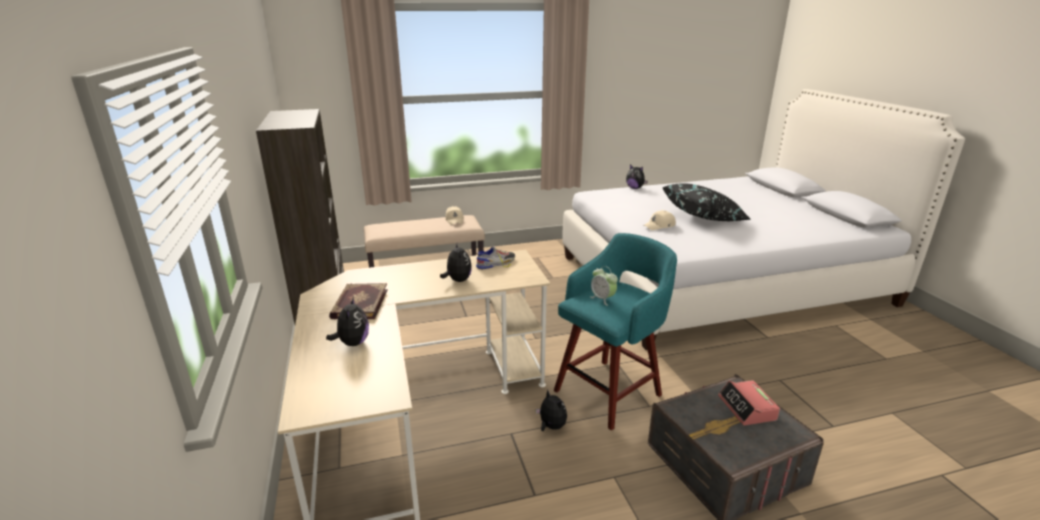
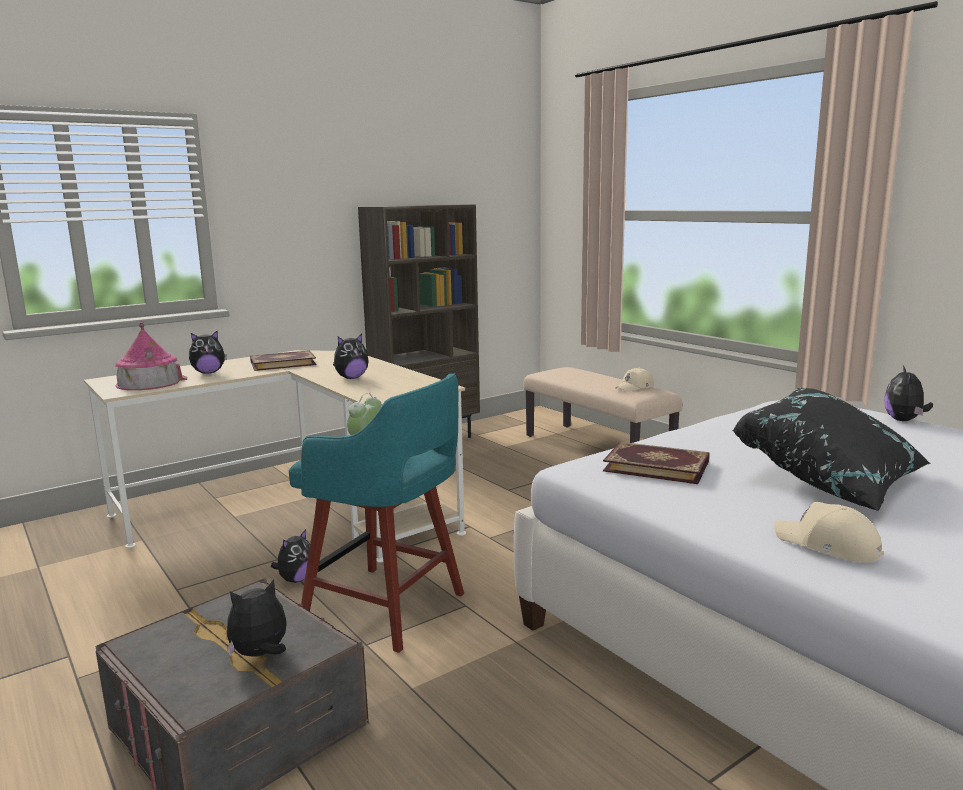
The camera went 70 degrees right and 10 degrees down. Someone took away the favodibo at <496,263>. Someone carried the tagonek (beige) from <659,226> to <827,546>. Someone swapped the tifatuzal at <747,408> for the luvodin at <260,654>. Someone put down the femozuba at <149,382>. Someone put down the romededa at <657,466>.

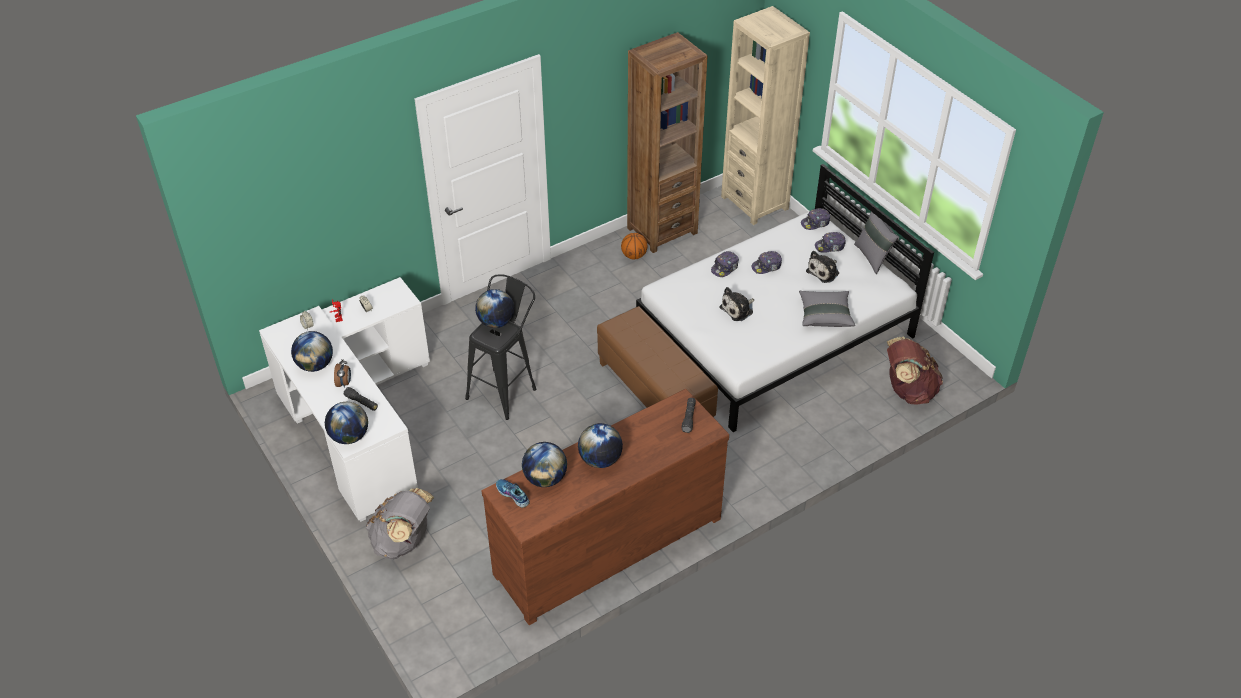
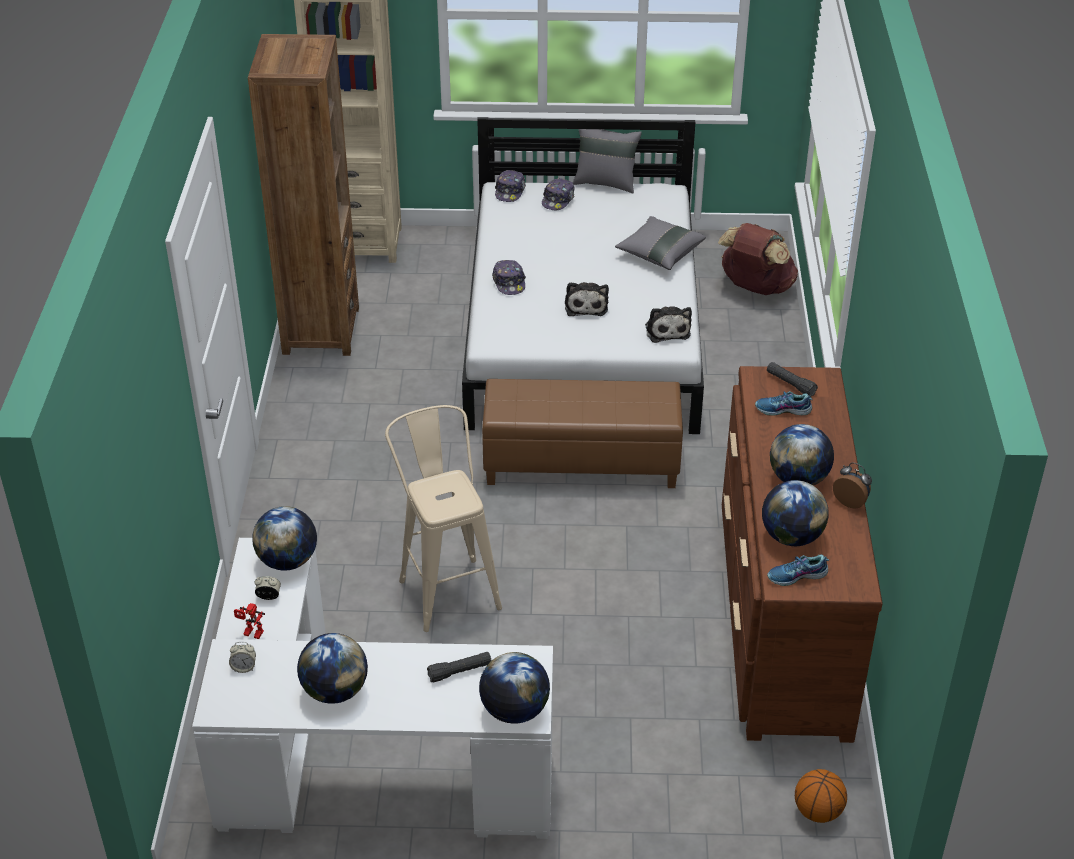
The camera went 55 degrees left and 5 degrees down. Someone carried the tifatuzal from <344,383> to <851,501>. Someone took away the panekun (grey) at <403,541>. Someone repainted the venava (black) at <506,389>, which became the venava (beige) at <446,587>. Someone carried the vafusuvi from <496,322> to <288,561>. Someone carried the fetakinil from <634,256> to <818,812>. Someone took away the tagonek at <767,266>. Someone carried the luvodin from <824,272> to <667,330>. Someone put down the favodibo at <783,410>.

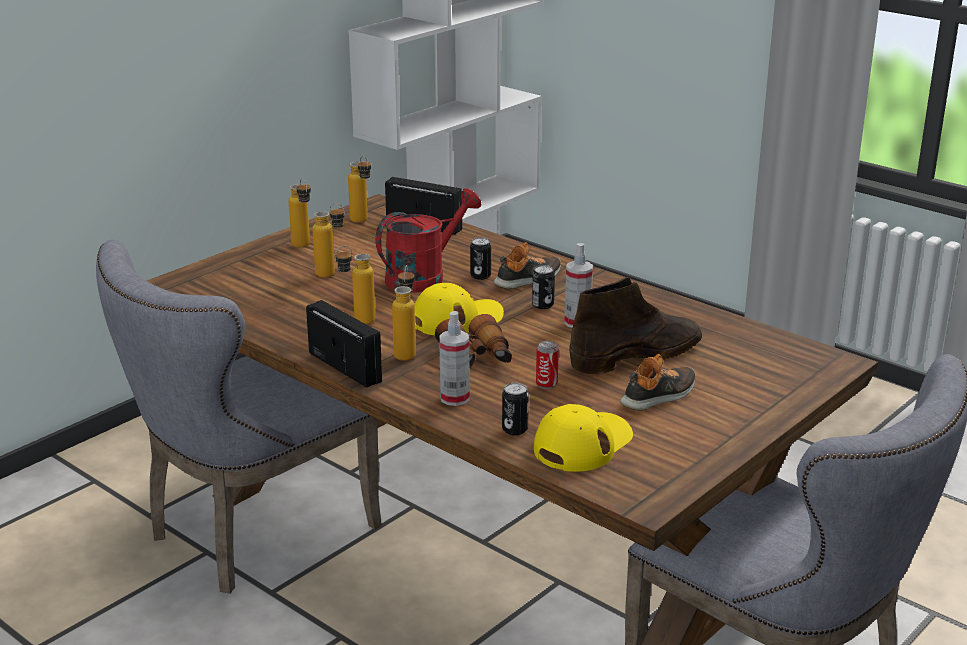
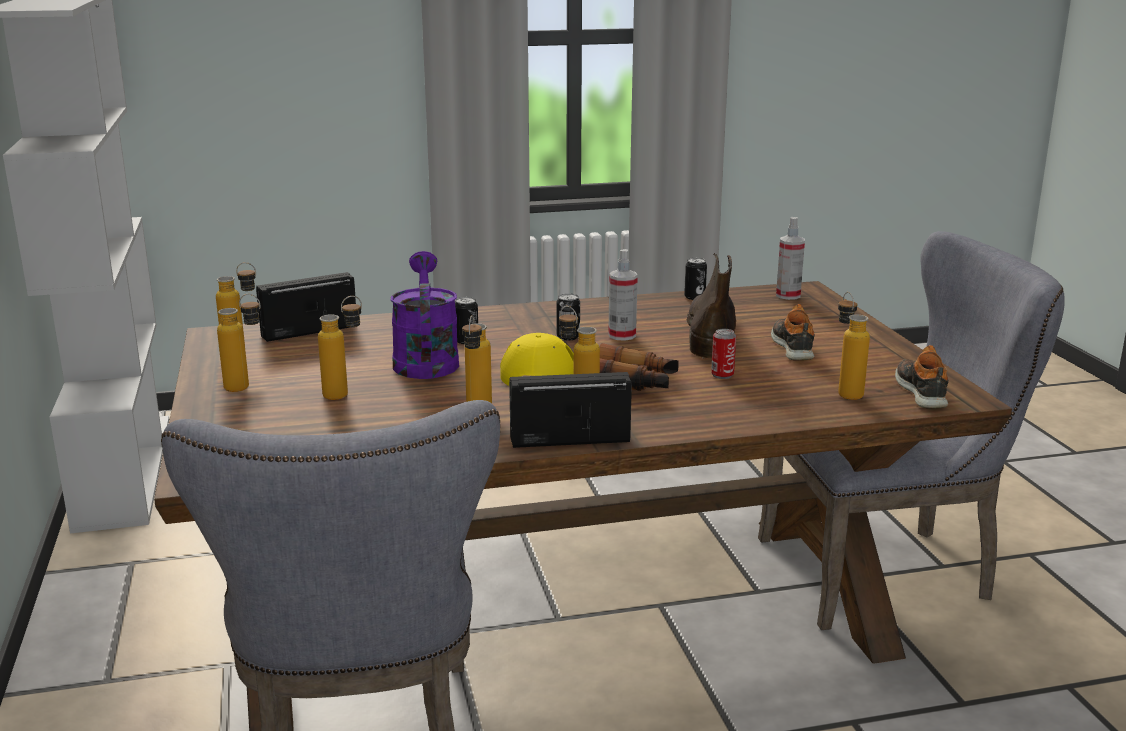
The camera went 55 degrees left and 5 degrees down. Someone repainted the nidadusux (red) at <423,276>, which became the nidadusux (purple) at <425,360>. Someone carried the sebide from <454,398> to <788,295>. Someone carried the favodibo from <528,279> to <922,392>. Someone carried the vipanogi from <515,429> to <694,297>. Someone swapped the tagonek (yellow) at <583,444> for the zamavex at <845,392>.

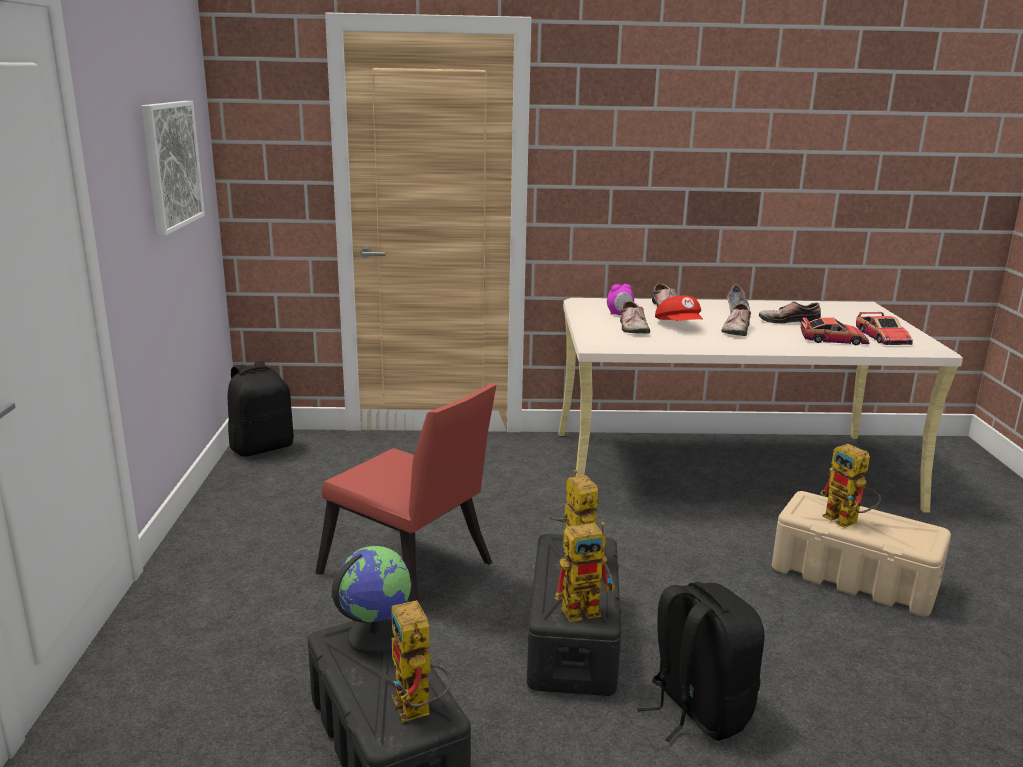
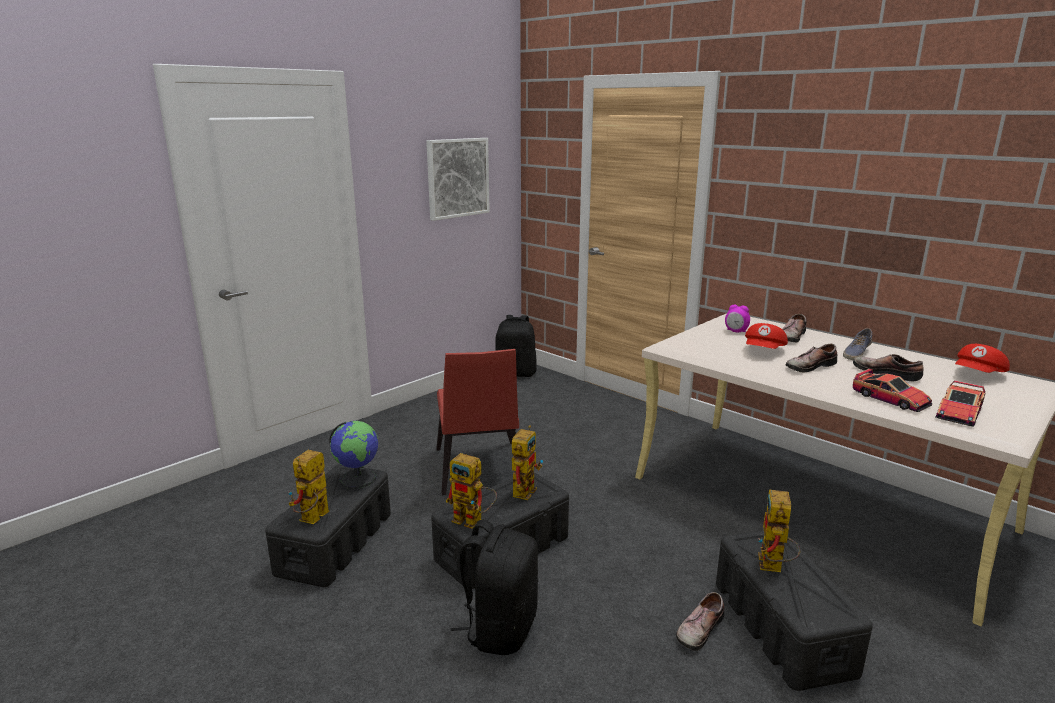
The camera went 45 degrees right and 0 degrees up. Someone carried the favodibo from <632,328> to <698,628>. Someone repainted the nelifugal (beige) at <855,577>, which became the nelifugal (black) at <782,628>. Someone put down the tagonek (red) at <978,375>.

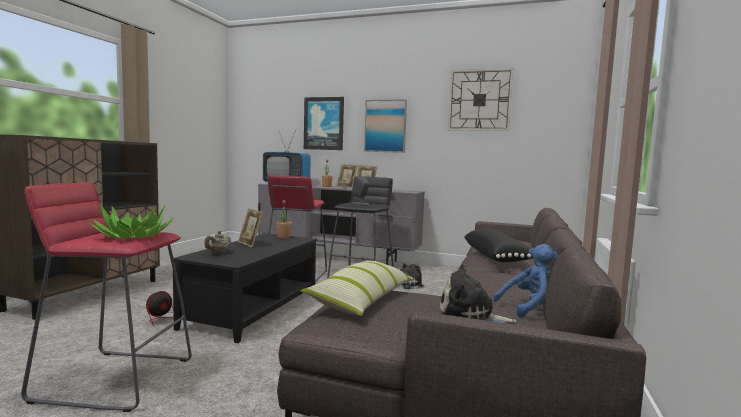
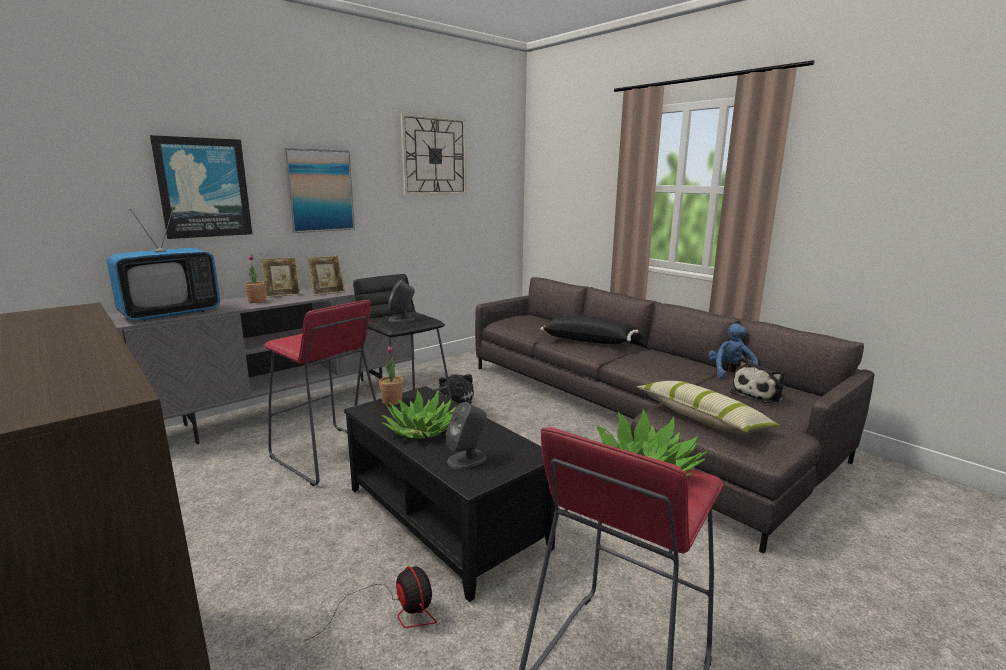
The camera went 60 degrees left and 10 degrees up. Someone swapped the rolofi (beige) at <218,253> for the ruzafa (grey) at <467,459>. Someone swapped the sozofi at <250,244> for the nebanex at <421,430>.

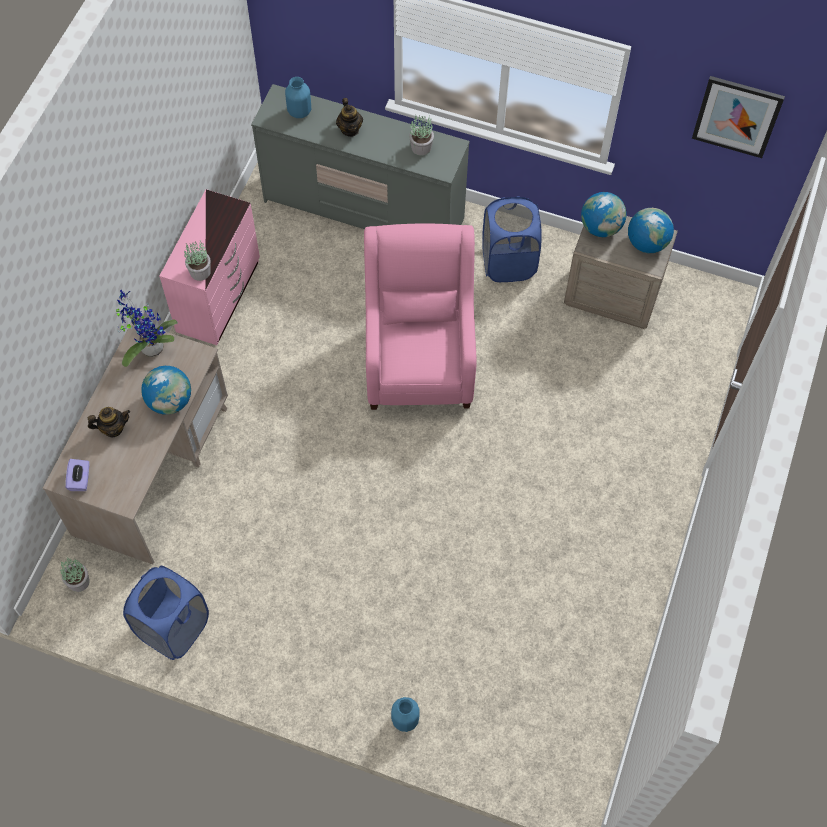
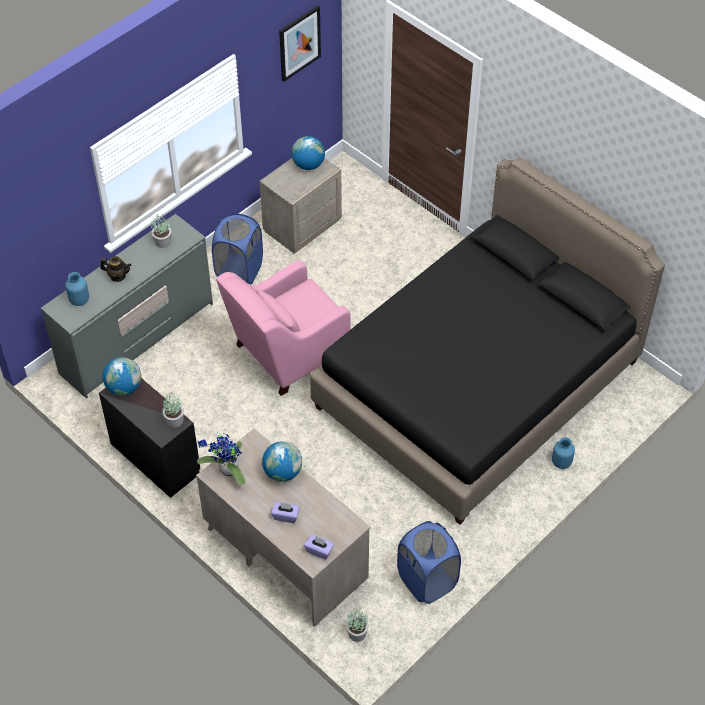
The camera went 65 degrees left and 10 degrees down. Someone swapped the rolofi at <113,428> for the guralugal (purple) at <286,516>. Someone repainted the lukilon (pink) at <220,296>, which became the lukilon (black) at <155,457>. Someone rotated the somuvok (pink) at <419,359> by 60 degrees counterclockwise. Someone carried the vafusuvi from <601,227> to <124,387>. Someone put down the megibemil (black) at <477,384>.

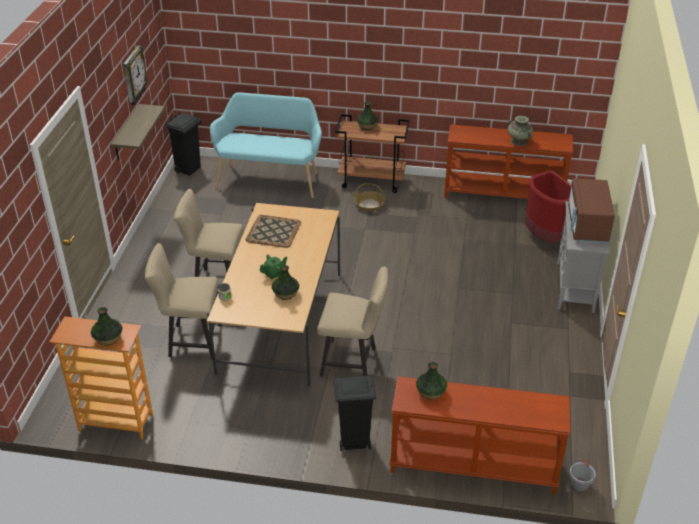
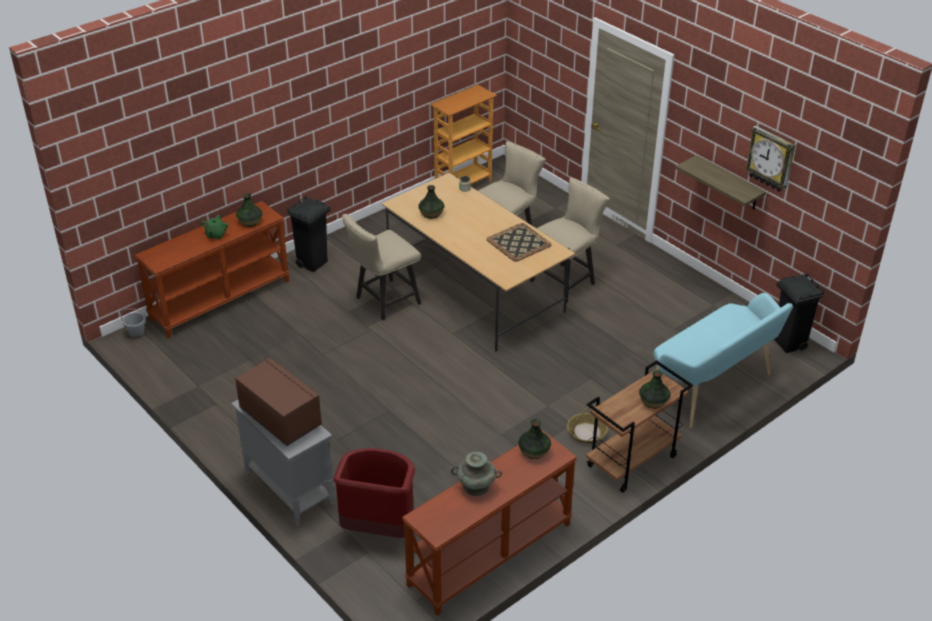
The camera went 130 degrees right and 0 degrees up. Someone carried the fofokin from <108,338> to <534,451>. Someone carried the rolofi (green) from <274,274> to <216,235>.

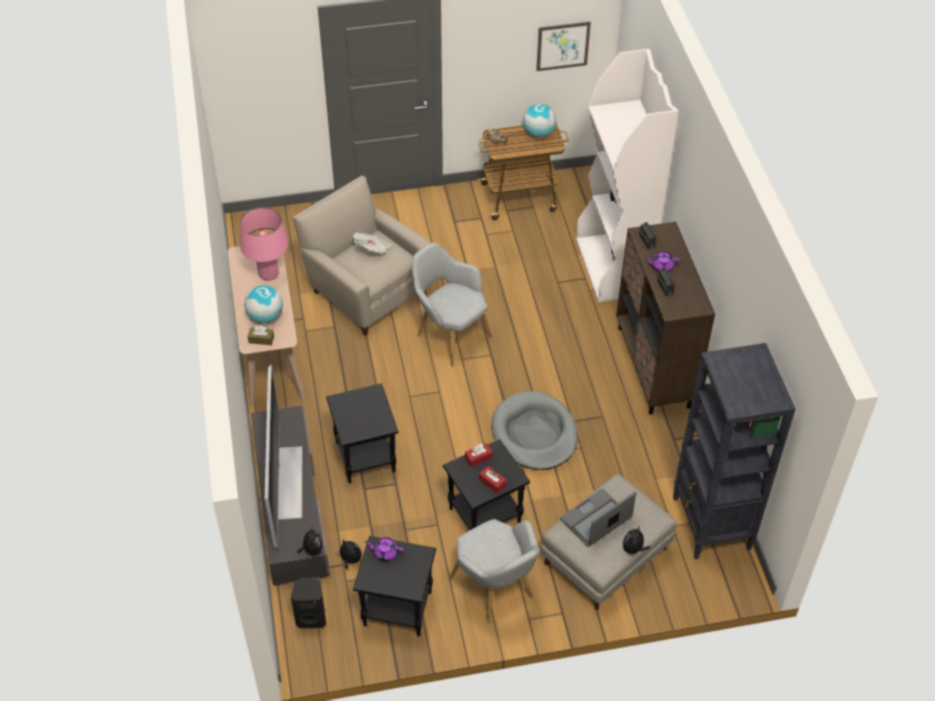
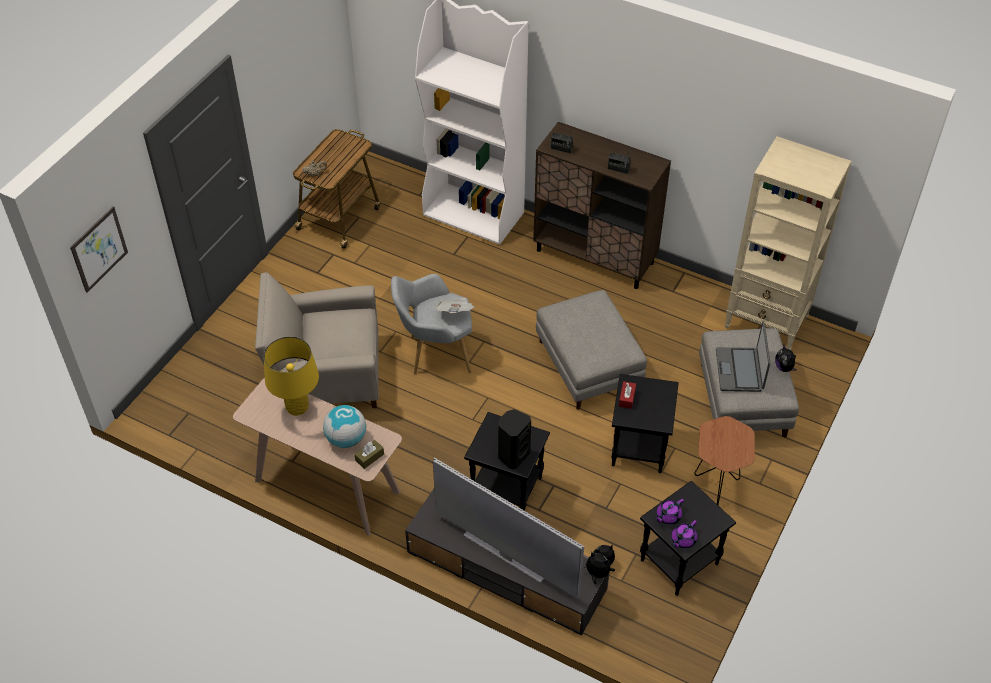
The camera went 50 degrees left and 0 degrees up. Someone repainted the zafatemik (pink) at <268,274>, which became the zafatemik (yellow) at <297,407>. Someone carried the ruzafa (black) from <311,617> to <512,455>. Someone carried the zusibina from <373,250> to <455,312>. Someone swapped the somuvok (grey) at <495,591> for the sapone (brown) at <716,487>. Someone took away the guralugal (red) at <492,482>. Someone swapped the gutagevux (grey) at <534,434> for the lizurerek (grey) at <589,366>. Someone took away the vafusuvi at <539,133>. Someone carried the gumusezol from <563,46> to <99,249>. Someone carried the rolofi (purple) from <661,267> to <683,540>. Someone repainted the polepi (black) at <711,524>, which became the polepi (beige) at <767,322>.

